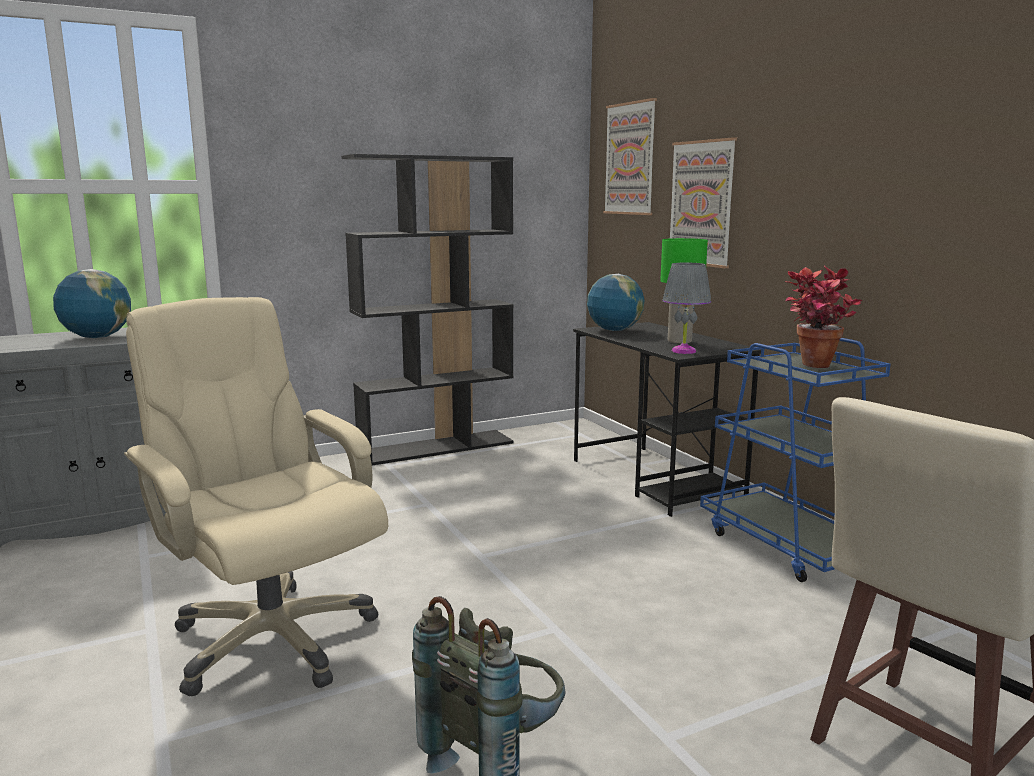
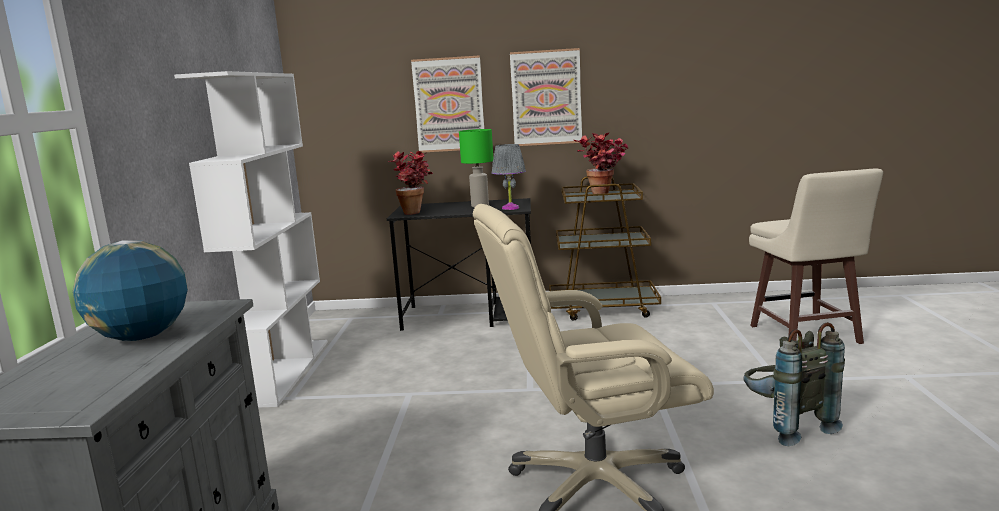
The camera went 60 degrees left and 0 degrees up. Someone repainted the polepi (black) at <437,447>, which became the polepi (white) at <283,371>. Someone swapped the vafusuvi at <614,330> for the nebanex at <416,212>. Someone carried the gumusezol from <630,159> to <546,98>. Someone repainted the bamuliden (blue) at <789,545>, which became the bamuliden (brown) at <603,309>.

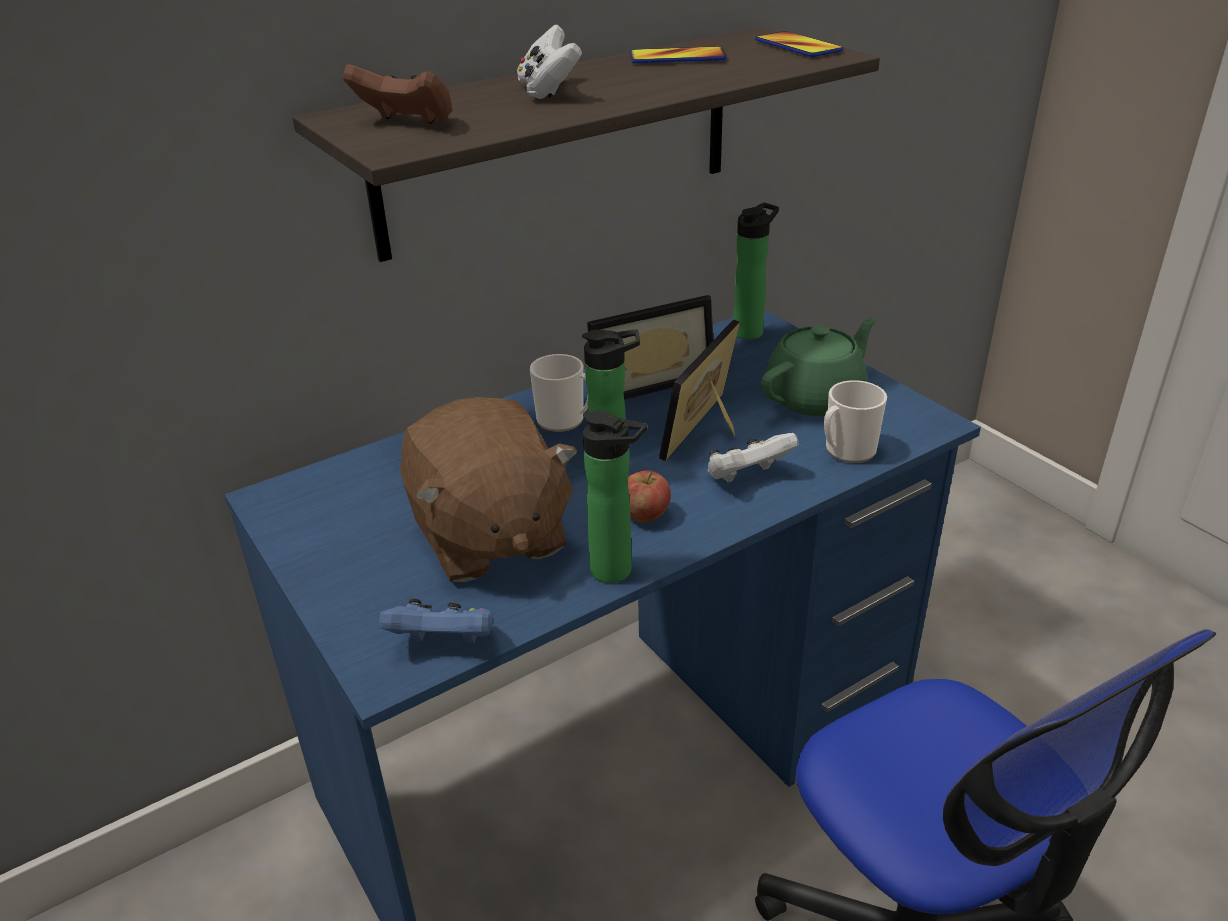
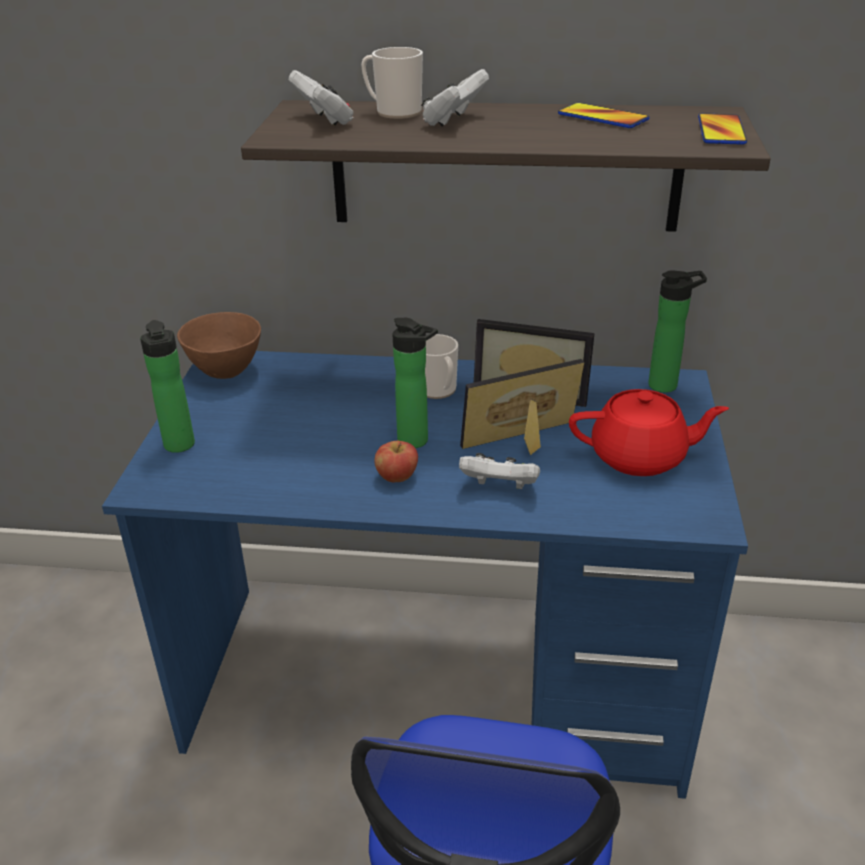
The camera went 40 degrees right and 0 degrees up. Someone repainted the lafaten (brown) at <407,122>, which became the lafaten (white) at <324,121>. Someone took away the lafaten (blue) at <445,644>. Someone took away the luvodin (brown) at <489,536>. Someone carried the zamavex from <617,572> to <180,447>. Someone repainted the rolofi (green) at <816,397>, which became the rolofi (red) at <640,457>. Someone carried the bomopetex from <846,451> to <393,112>. Someone put down the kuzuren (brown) at <226,372>.

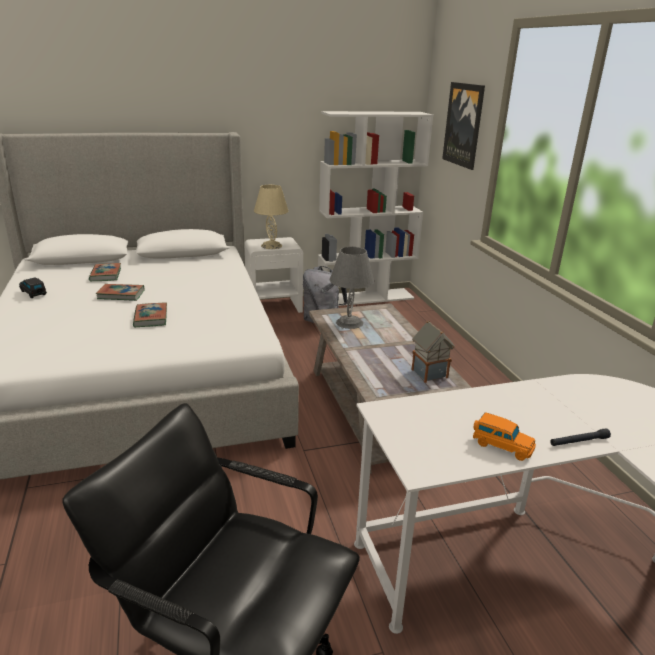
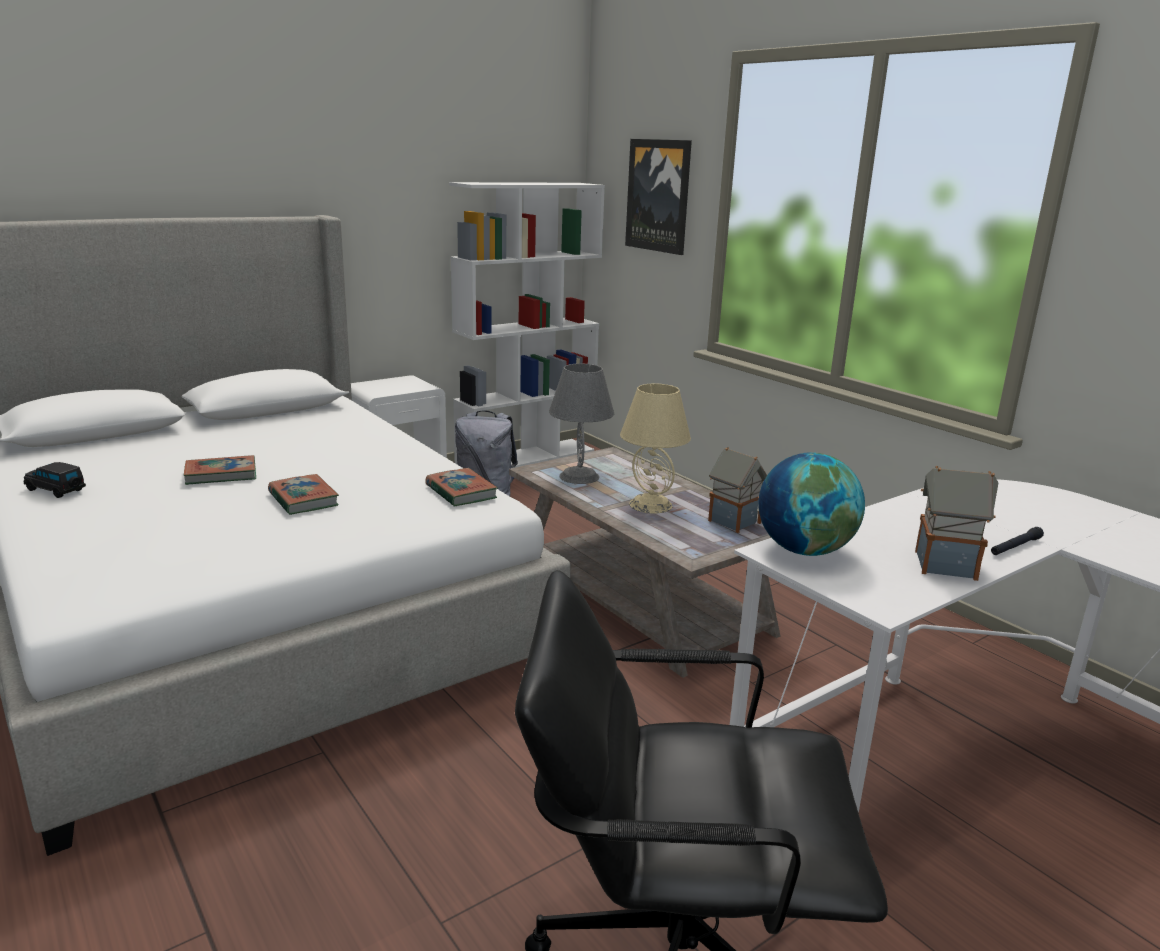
The camera went 20 degrees left and 5 degrees down. Someone carried the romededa from <106,275> to <461,492>. Someone carried the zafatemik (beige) from <271,246> to <650,505>. Someone swapped the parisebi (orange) at <501,446> for the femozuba at <943,565>. Someone put down the vafusuvi at <804,550>.

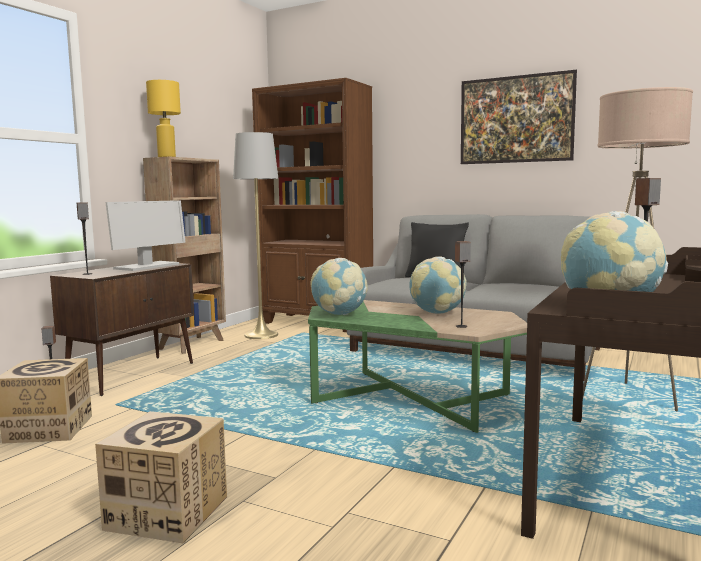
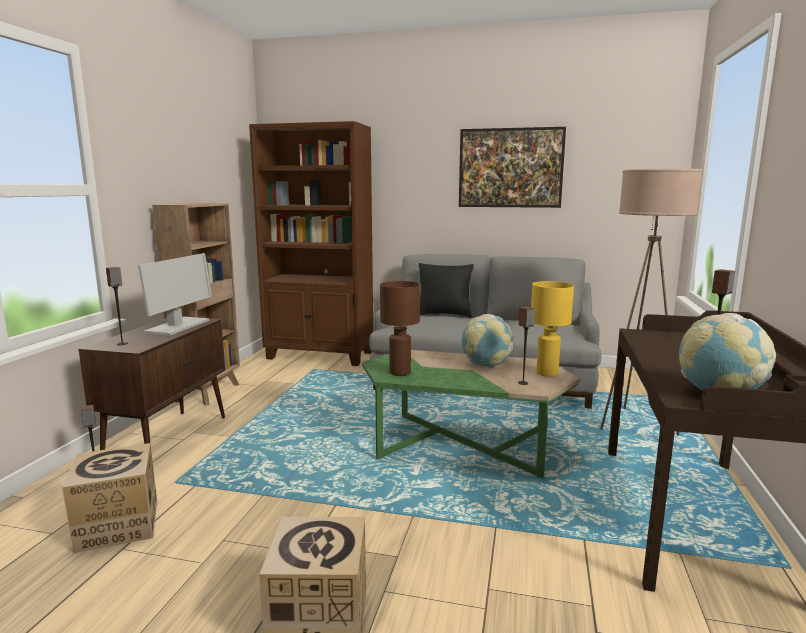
The camera went 15 degrees left and 5 degrees up. Someone carried the zafatemik (yellow) from <167,157> to <547,373>. Someone took away the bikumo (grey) at <261,335>. Someone swapped the vafusuvi at <339,314> for the zafatemik (brown) at <399,372>.

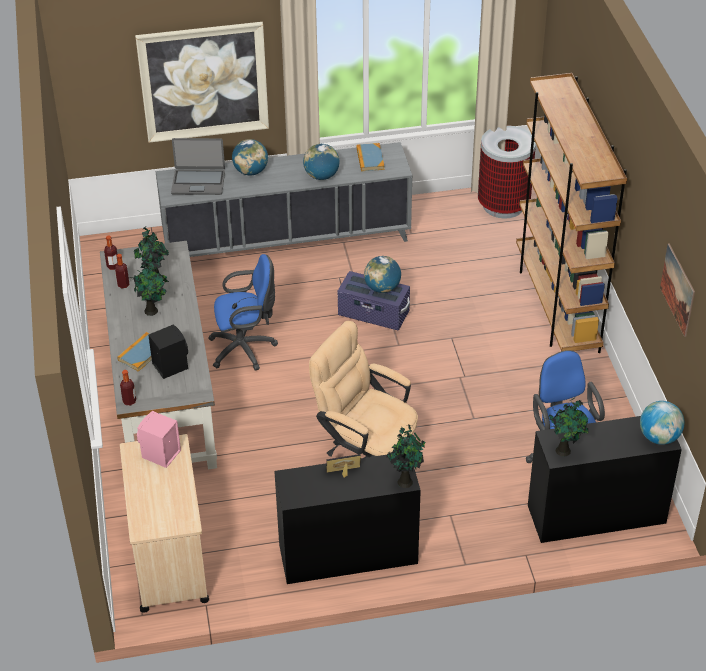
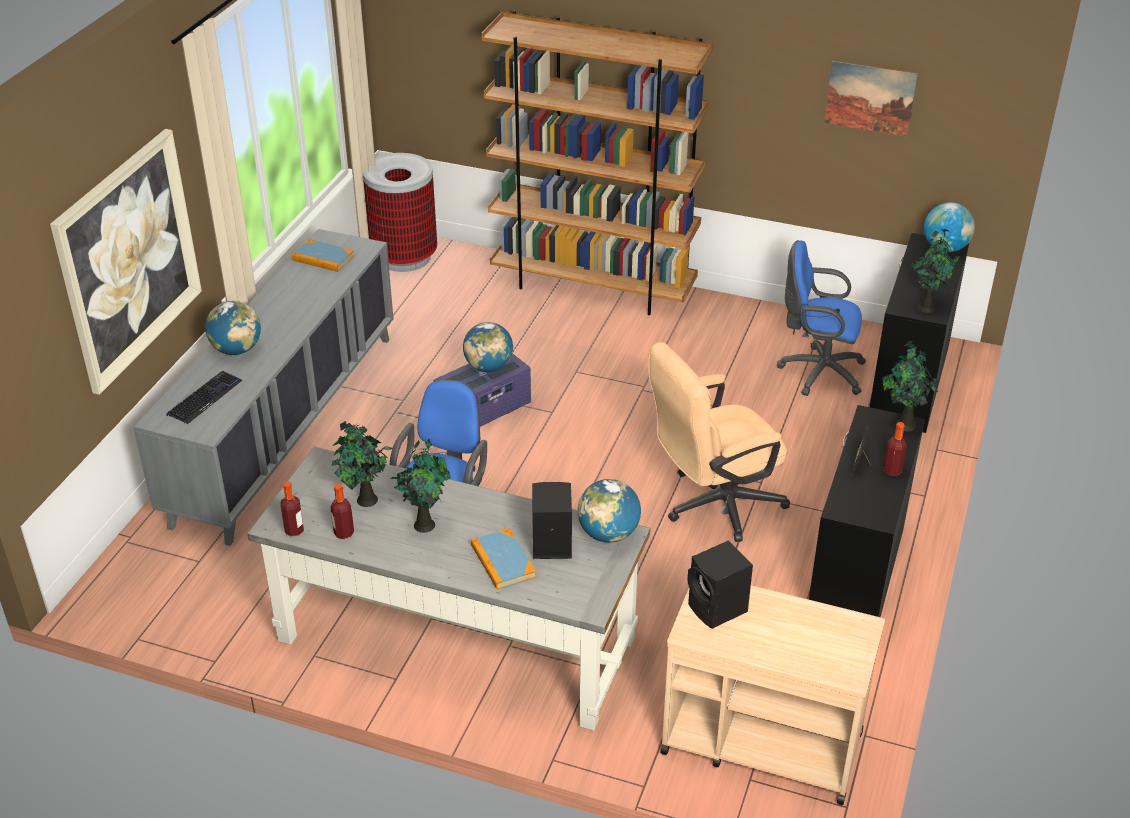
The camera went 60 degrees left and 5 degrees down. Someone carried the zamavex from <129,401> to <892,470>. Someone repainted the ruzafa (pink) at <160,455>, which became the ruzafa (black) at <718,609>. Someone swapped the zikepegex at <198,182> for the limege at <205,398>. Someone carried the vafusuvi from <321,176> to <608,534>.

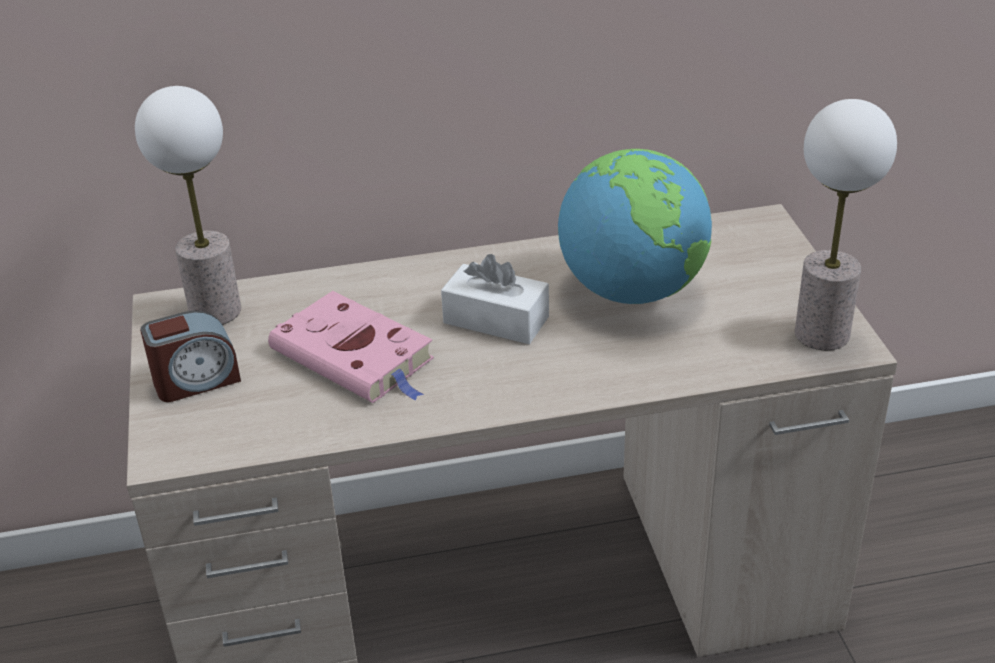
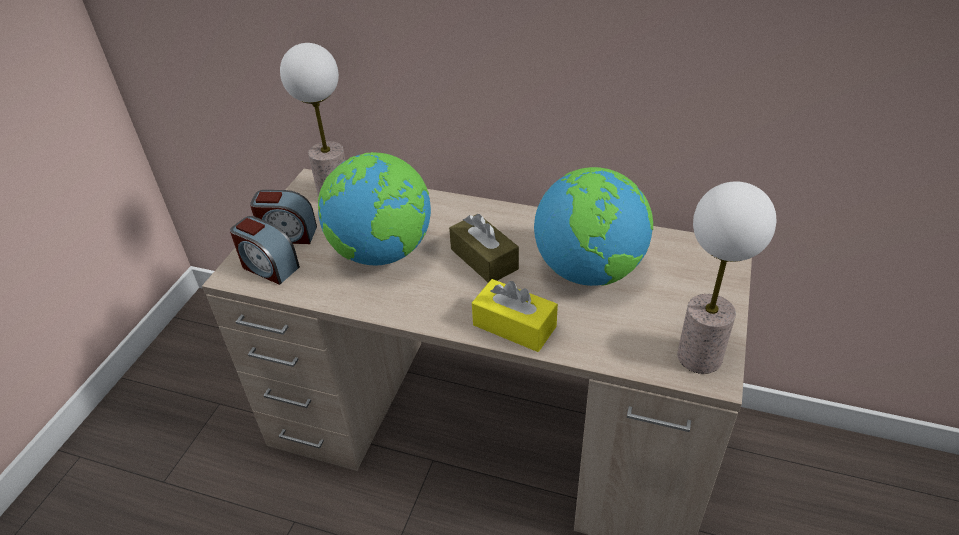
The camera went 30 degrees right and 5 degrees up. Someone swapped the romededa (pink) at <356,357> for the vafusuvi at <383,253>. Someone repainted the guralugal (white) at <496,320>, which became the guralugal (brown) at <484,259>. Someone put down the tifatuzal at <269,267>. Someone put down the guralugal (yellow) at <514,326>.

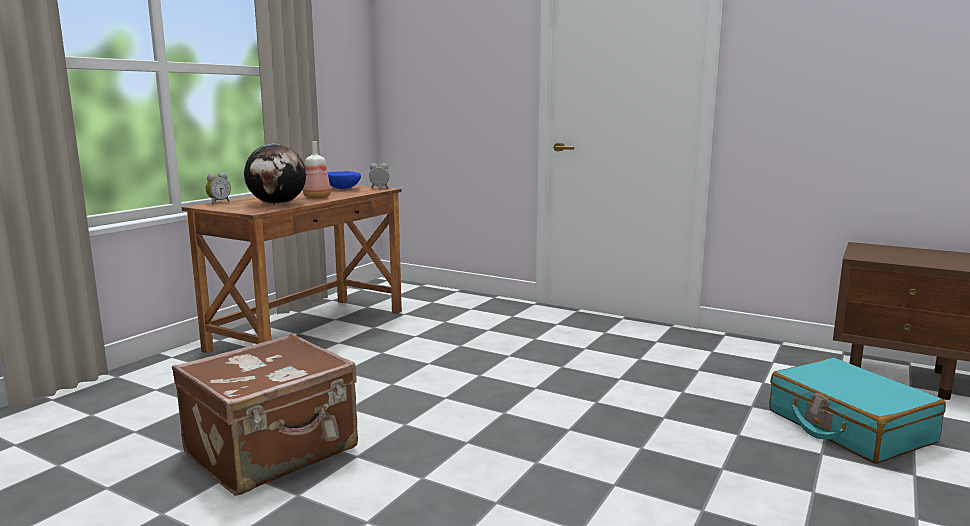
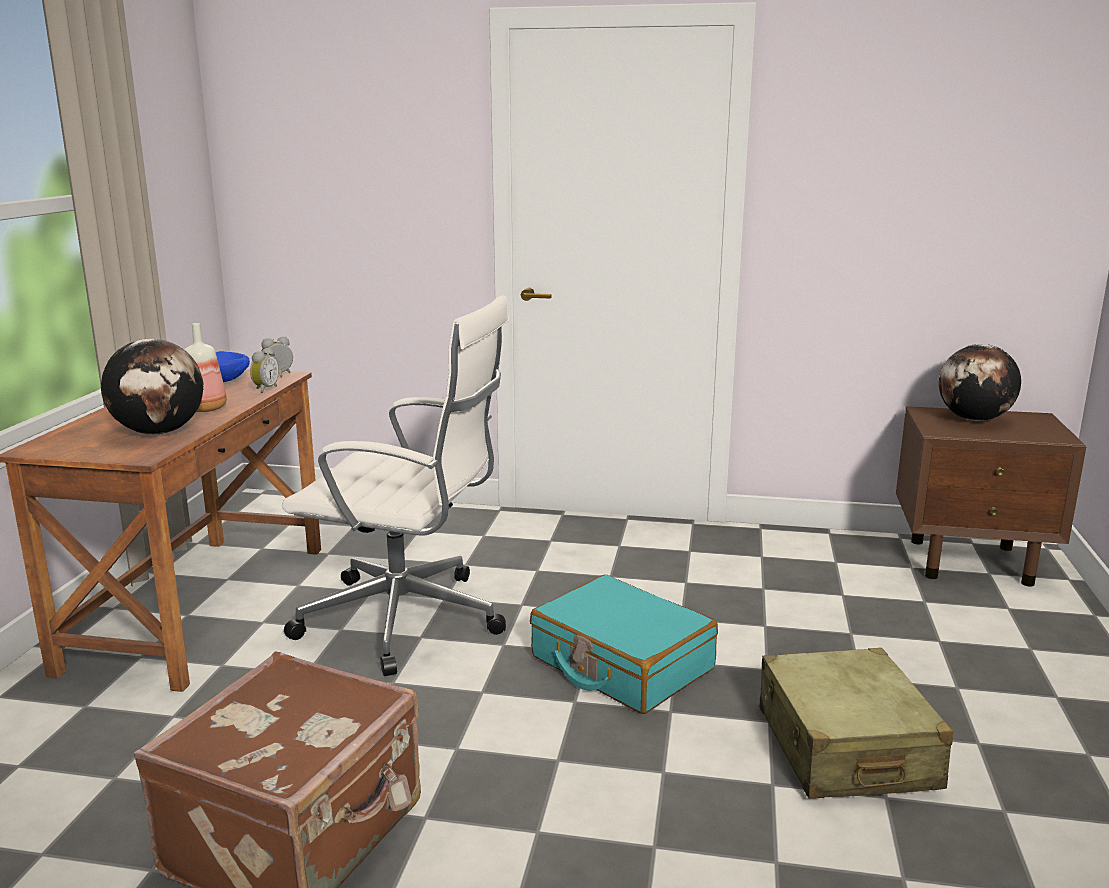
The camera went 20 degrees left and 5 degrees up. Someone carried the tifatuzal from <218,202> to <264,389>. Someone carried the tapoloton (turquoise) from <848,426> to <621,663>. Someone put down the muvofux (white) at <407,620>. Someone put down the tapoloton (beige) at <845,748>. Someone put down the vafusuvi at <974,419>.

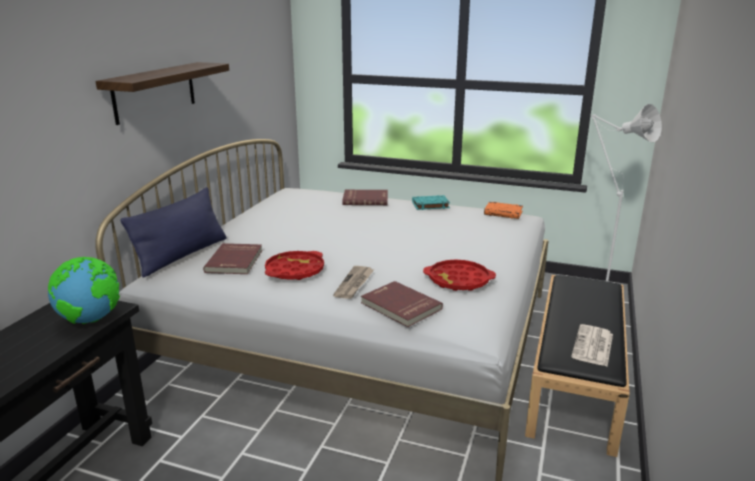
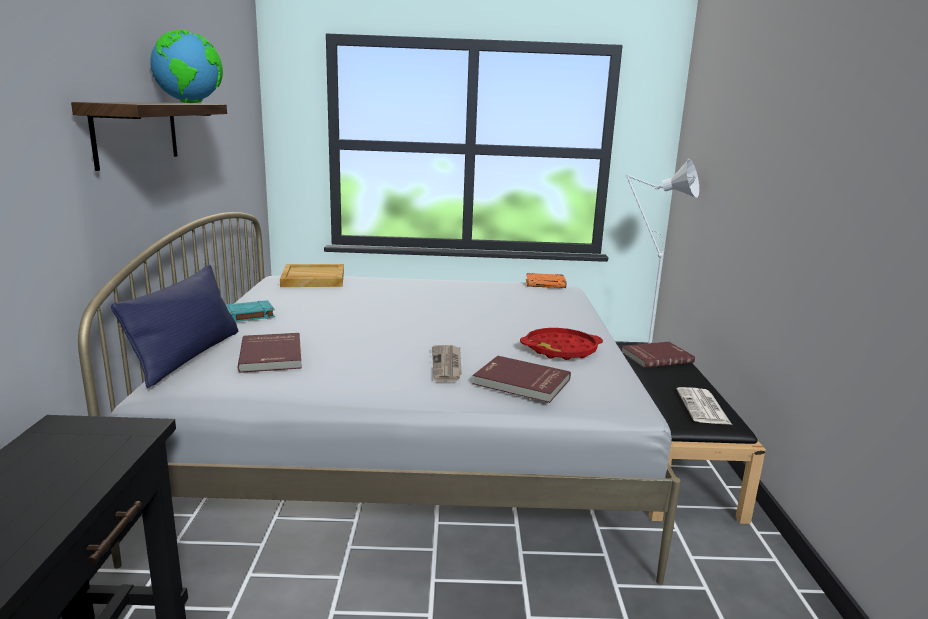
The camera went 20 degrees left and 5 degrees down. Someone carried the vafusuvi from <91,320> to <190,103>. Someone took away the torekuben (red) at <295,270>. Someone carried the romededa (red) from <365,199> to <656,357>. Someone carried the romededa (turquoise) from <430,205> to <246,315>. Someone put down the torekuben (beige) at <312,279>.

